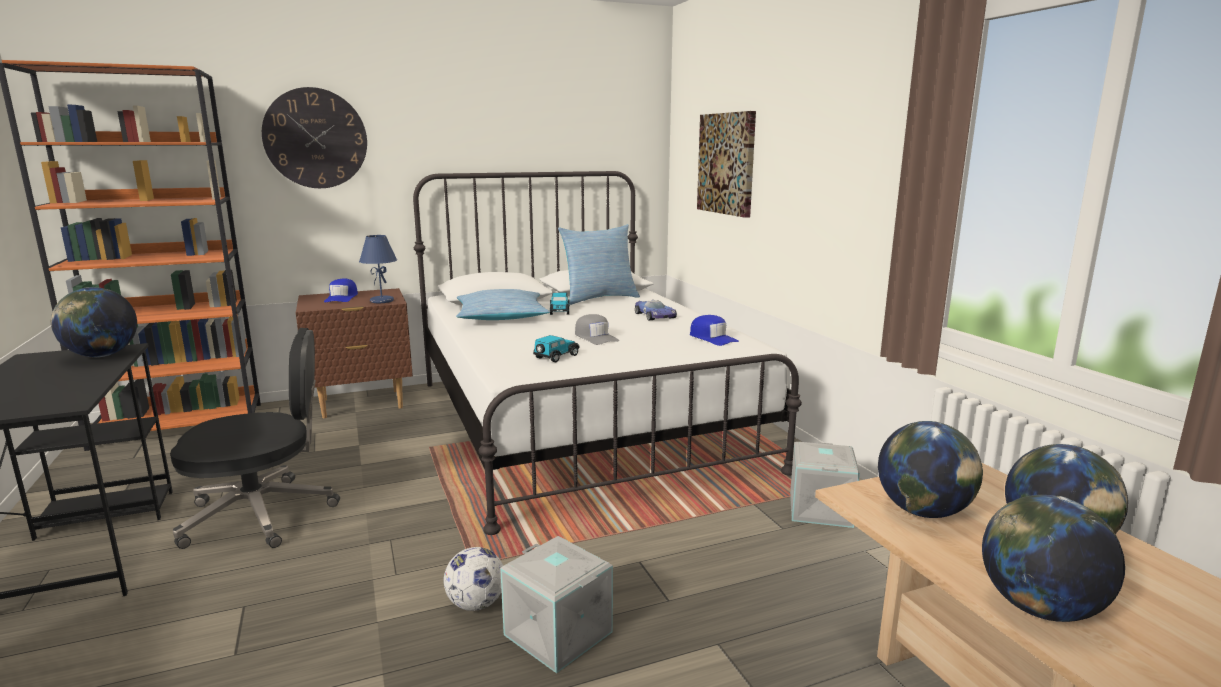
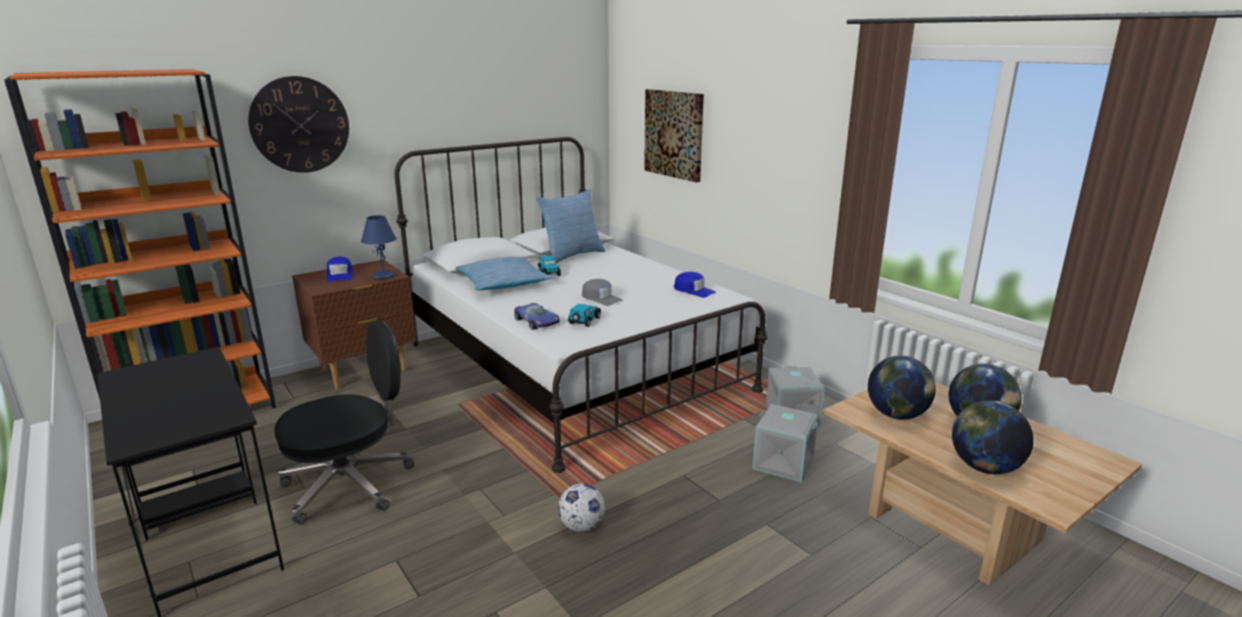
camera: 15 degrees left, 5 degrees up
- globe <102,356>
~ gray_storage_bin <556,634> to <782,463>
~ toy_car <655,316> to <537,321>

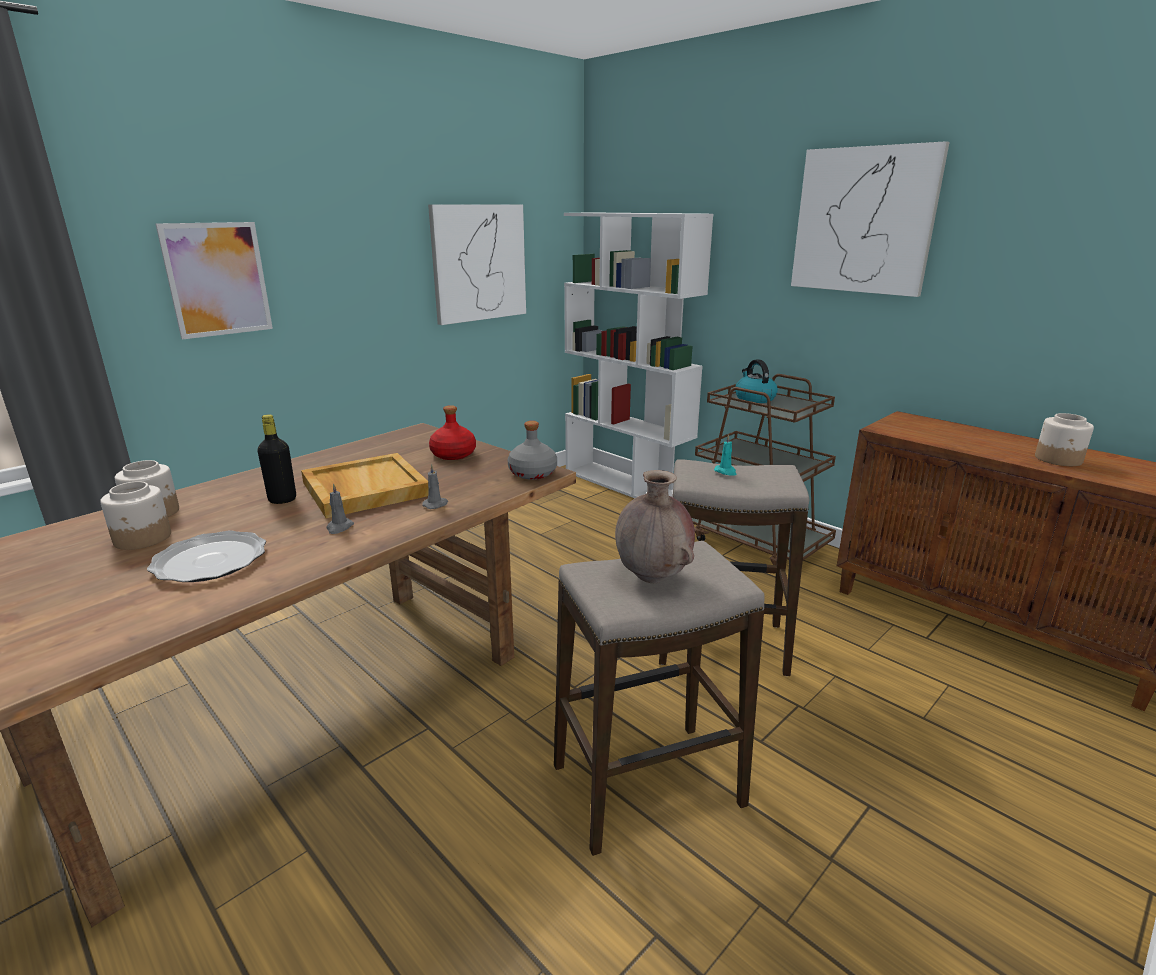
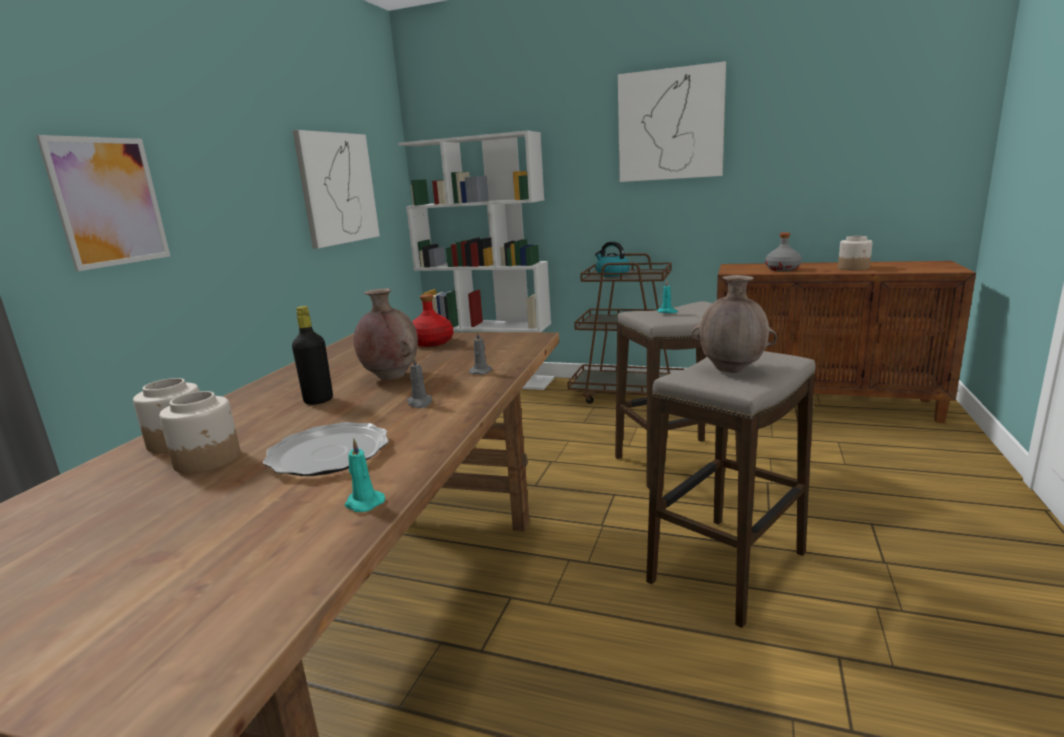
camera: 25 degrees left, 5 degrees down
~ sand-coloured_serving_tray <364,489> to brown_flower_vase <390,377>
~ gray_bottle <532,473> to <782,269>
+ blue-green_wax_candle <363,503>

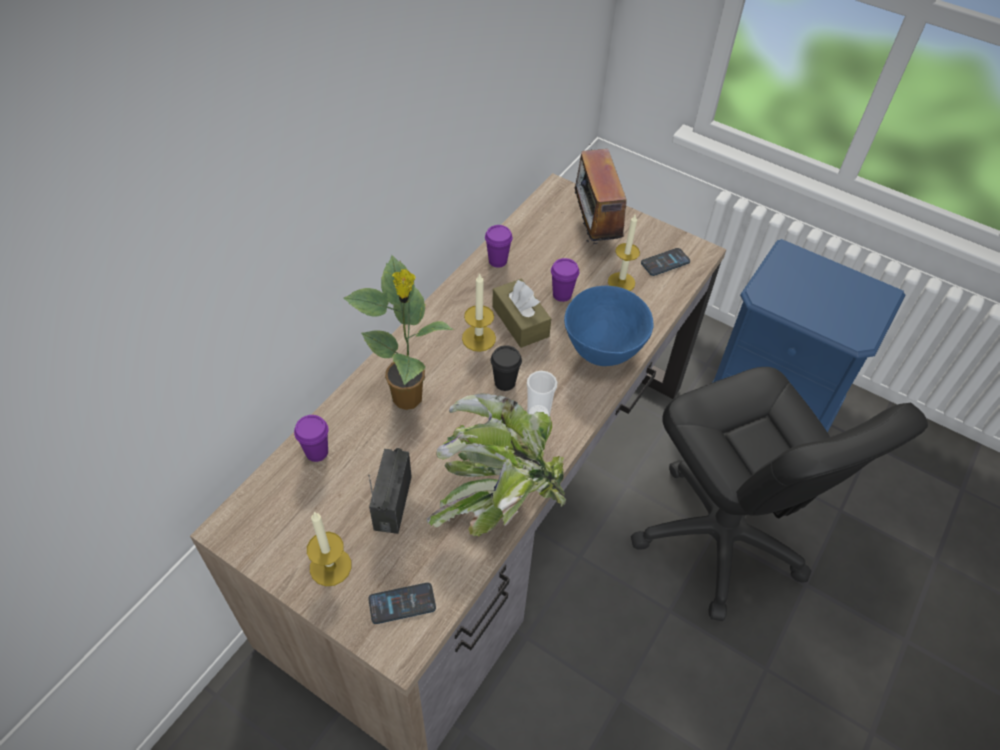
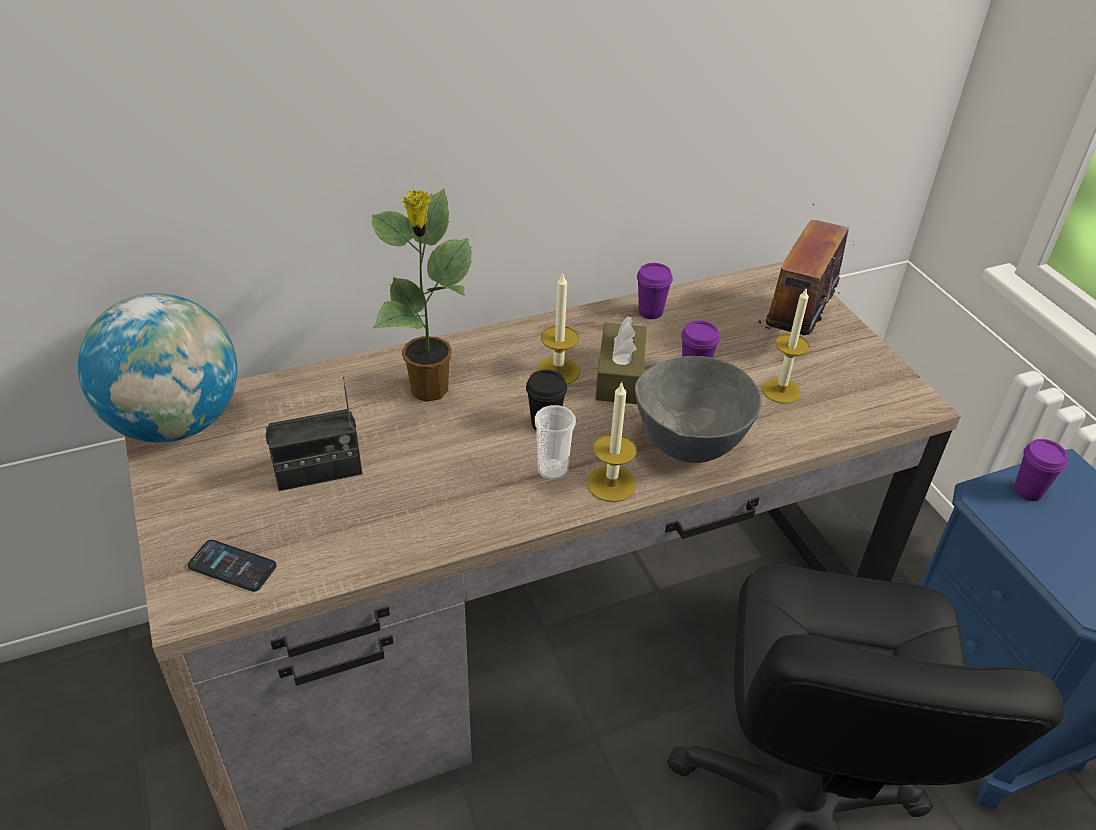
camera: 35 degrees right, 10 degrees down
~ purplish_drinking_cup <317,452> to <1028,491>
~ wax_candle <330,566> to <611,484>
~ radio_receiver <392,502> = <318,472> 150 degrees counterclockwise
- houseplant <499,498>
~ blue-coloured_serving_bowl <603,352> to gray_serving_bowl <690,448>
- phone <665,262>
+ globe <176,423>

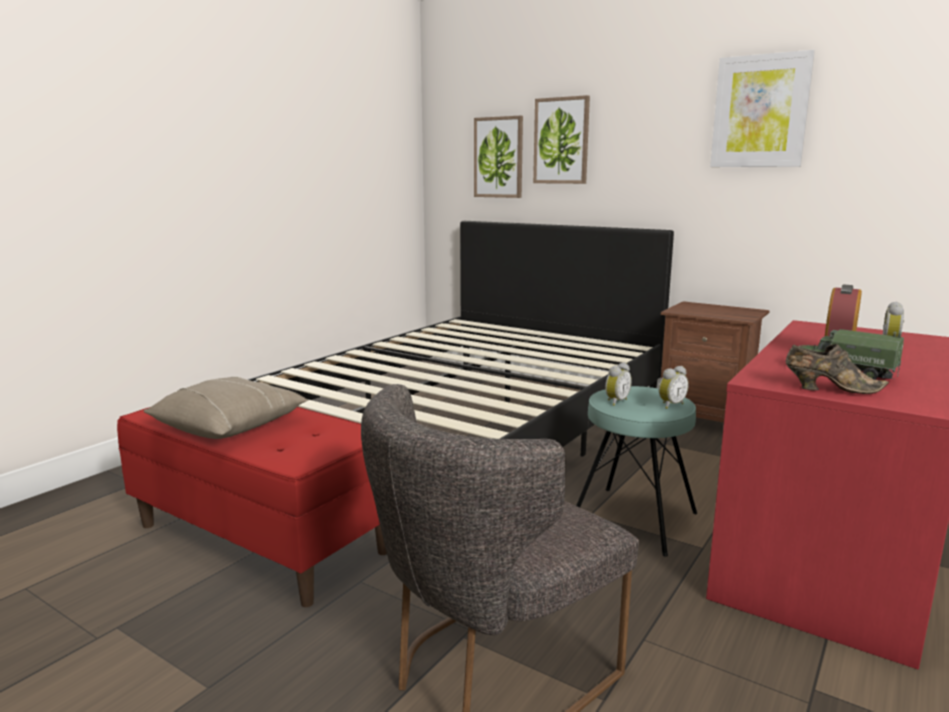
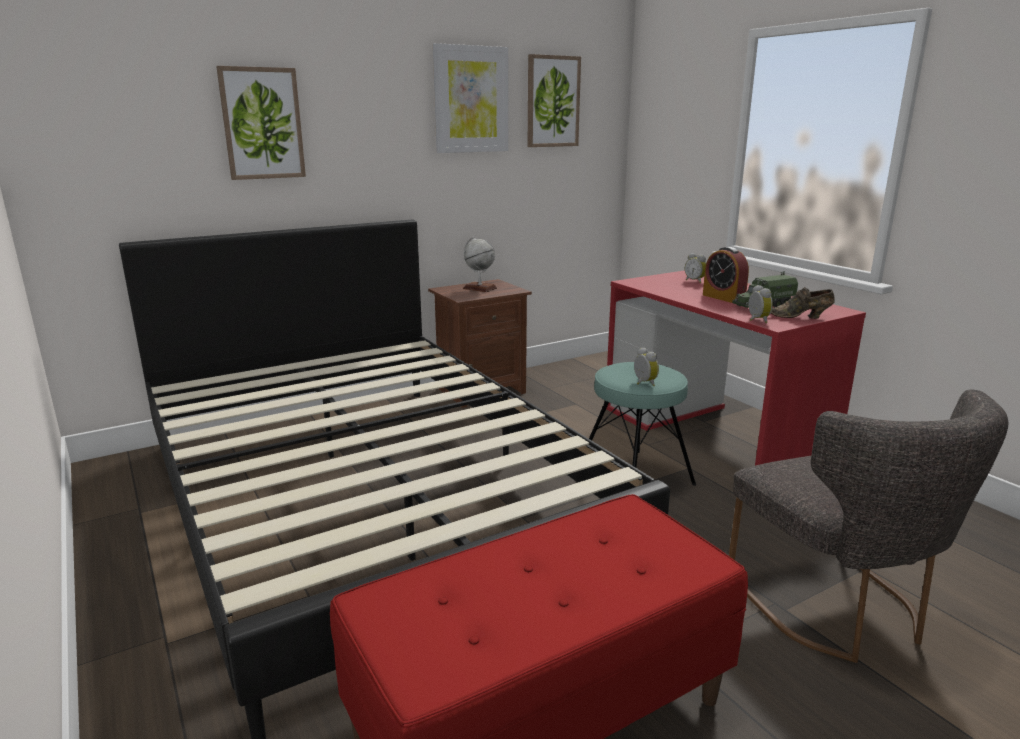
camera: 65 degrees left, 5 degrees up
- sand-coloured_throw_pillow <230,426>
~ wall_picture <498,157> to <552,102>
~ table_clock <670,405> to <756,320>
~ brown_low_shoe <829,389> = <801,317> 120 degrees counterclockwise
+ globe <479,288>

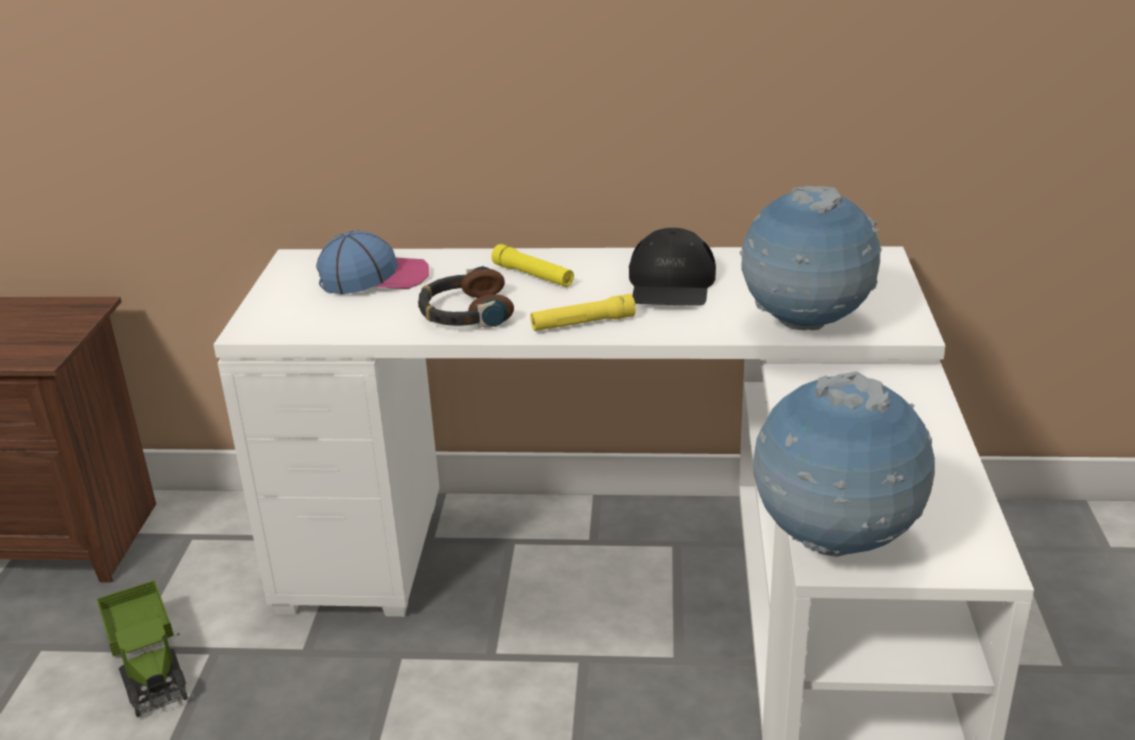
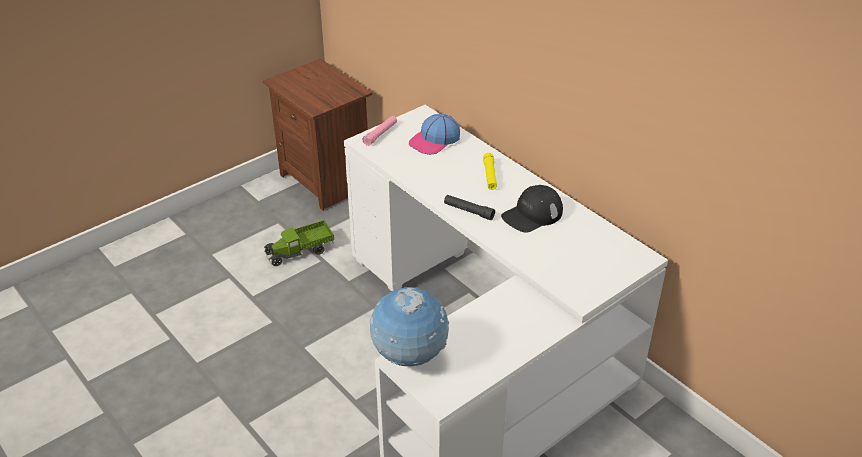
camera: 45 degrees right, 10 degrees up
~ toy_lorry <149,664> = <300,251> 45 degrees clockwise
~ cap <374,277> = <434,140> 105 degrees clockwise
- headphones <465,312>
~ yellowish_flashlight <582,323> to black-coloured_flashlight <468,211>
- globe <805,326>
+ pink_flashlight <380,134>

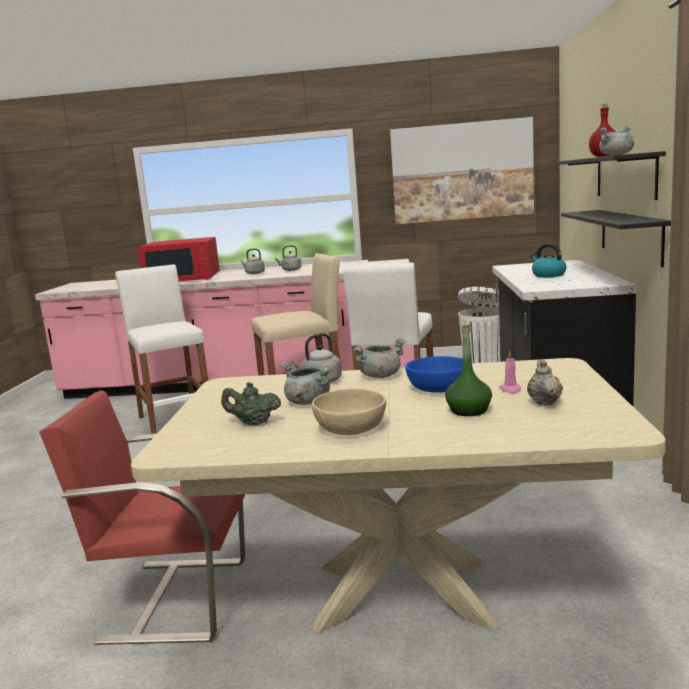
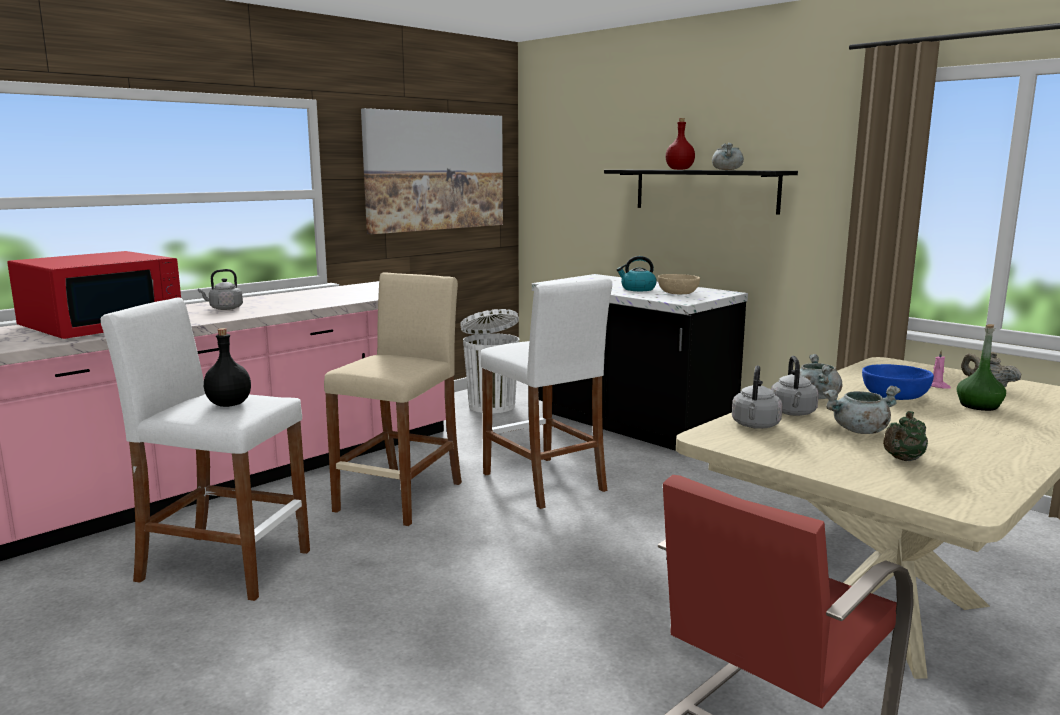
camera: 50 degrees left, 0 degrees up
~ gray_kettle <290,270> to <755,426>
~ sand-coloured_serving_bowl <351,428> to <678,293>
- black-coloured_bracket_shelf <630,235>
+ black-coloured_bottle <228,404>

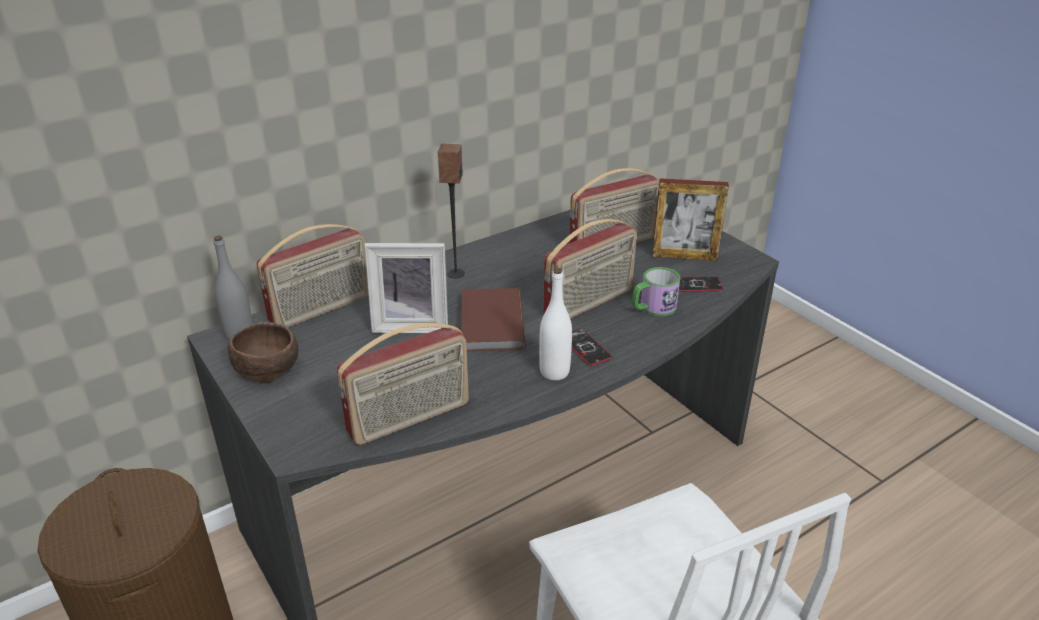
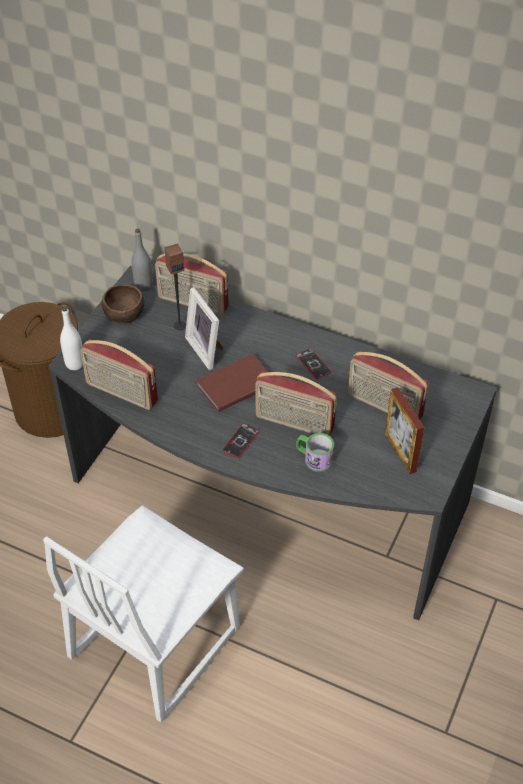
camera: 60 degrees right, 15 degrees up
~ audio_speaker <455,274> to <179,325>
~ whitish_bottle <554,372> to <75,364>
~ phone <695,285> to <313,364>

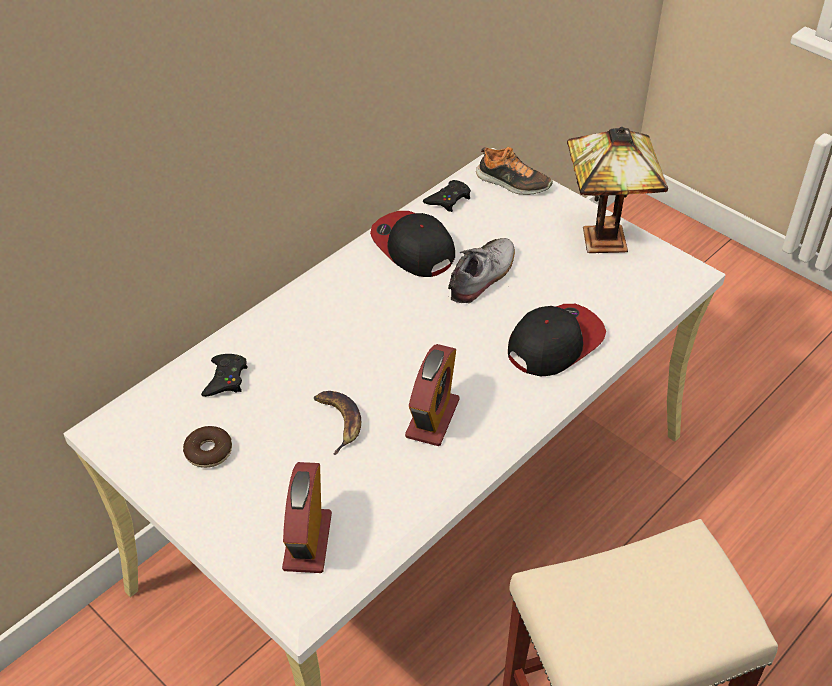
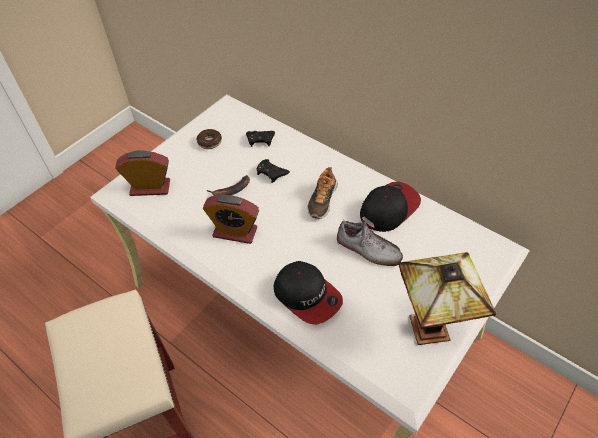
camera: 85 degrees right, 5 degrees up
~ black-coloured_game_controller <448,199> to <271,172>
~ low_shoe <512,183> to <322,200>

